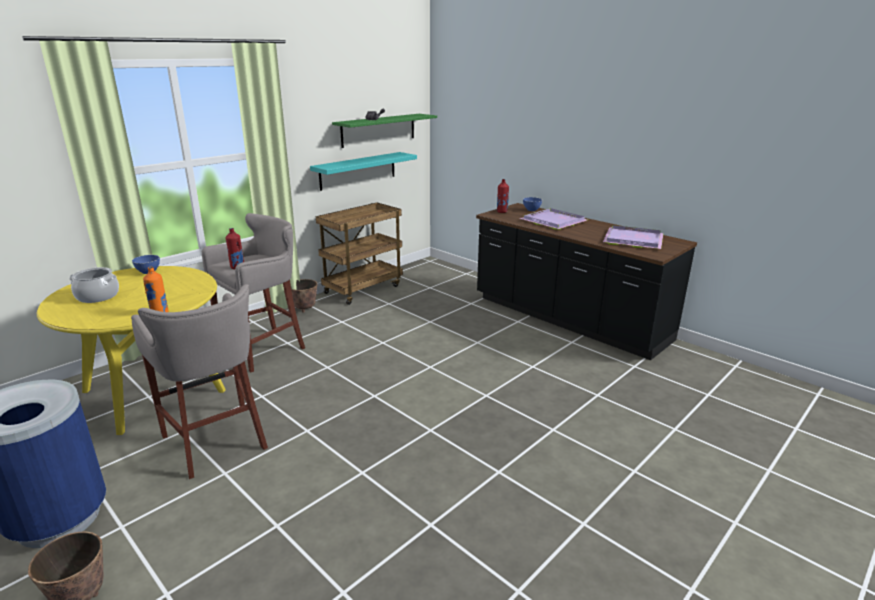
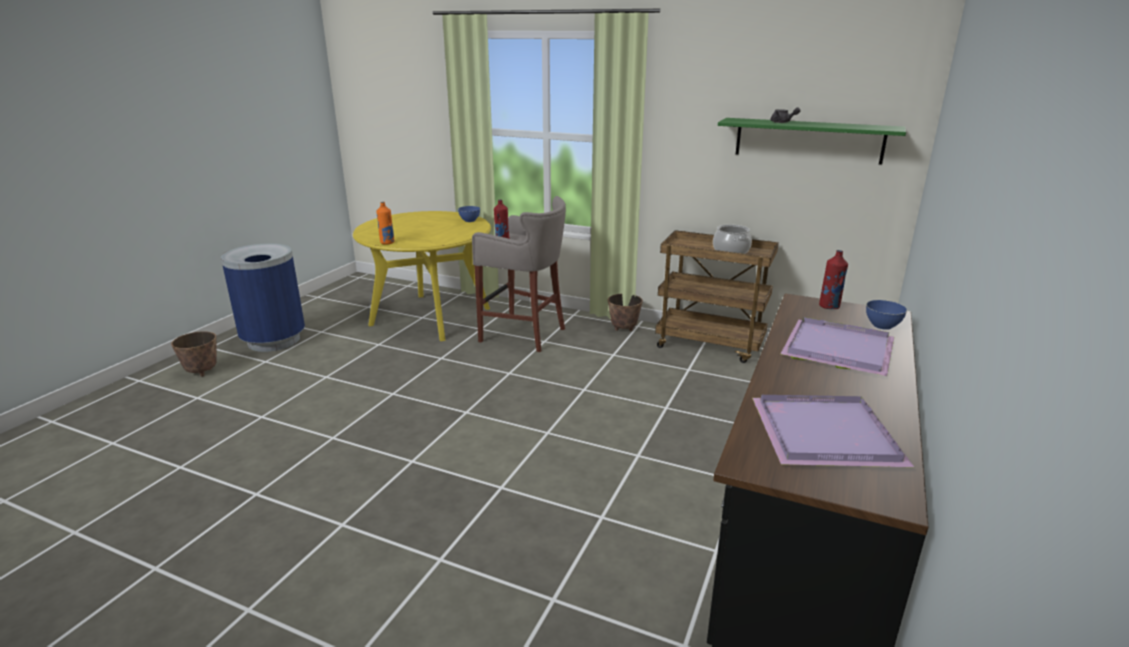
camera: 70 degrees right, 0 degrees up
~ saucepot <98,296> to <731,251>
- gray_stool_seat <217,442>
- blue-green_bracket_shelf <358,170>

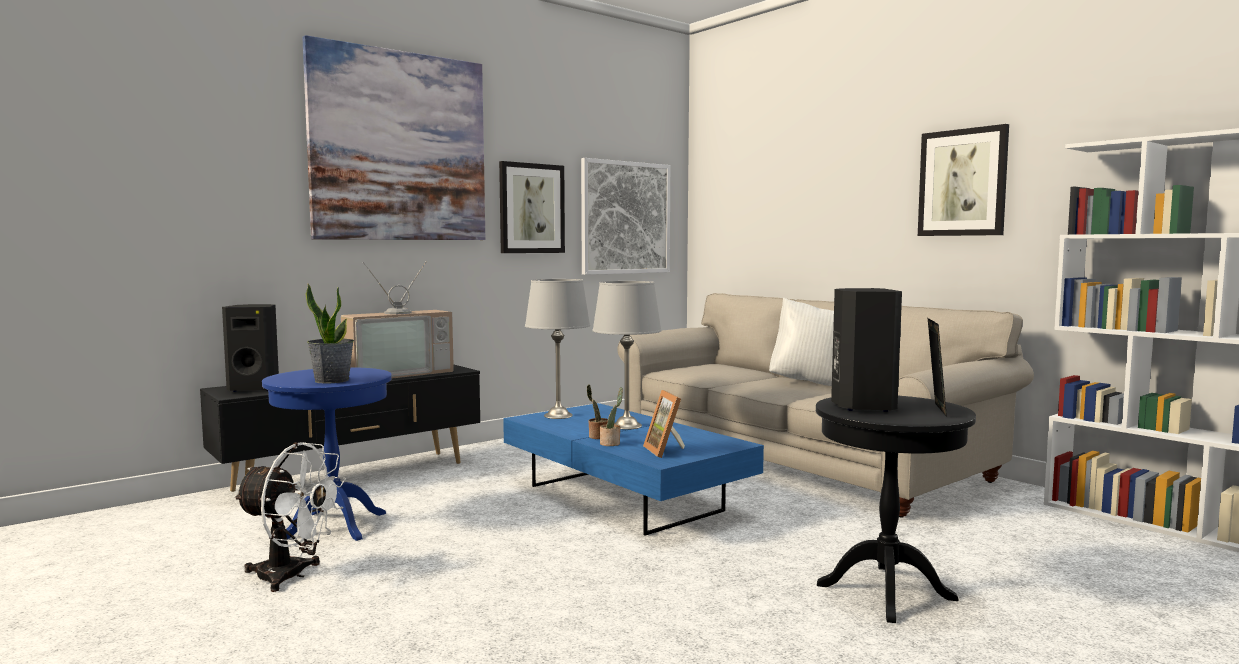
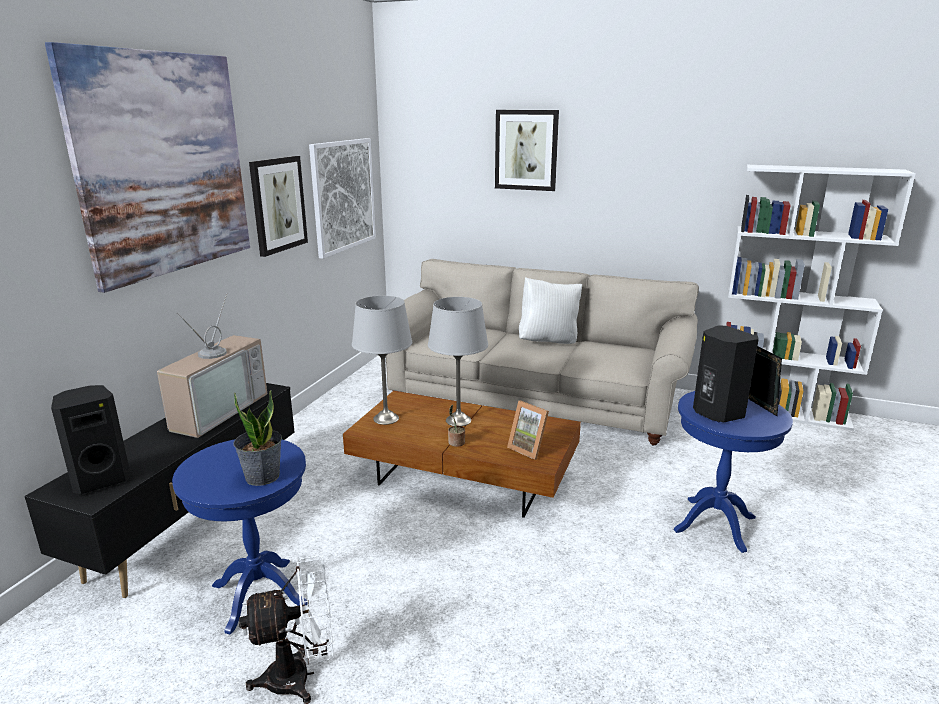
camera: 30 degrees left, 15 degrees up
~ blue-coloured_lounge_table <625,498> to brown_lounge_table <464,478>
- houseplant <611,443>
~ black-coloured_side_table <886,592> to blue-coloured_side_table <715,524>
~ wall_picture <962,182> to <526,150>

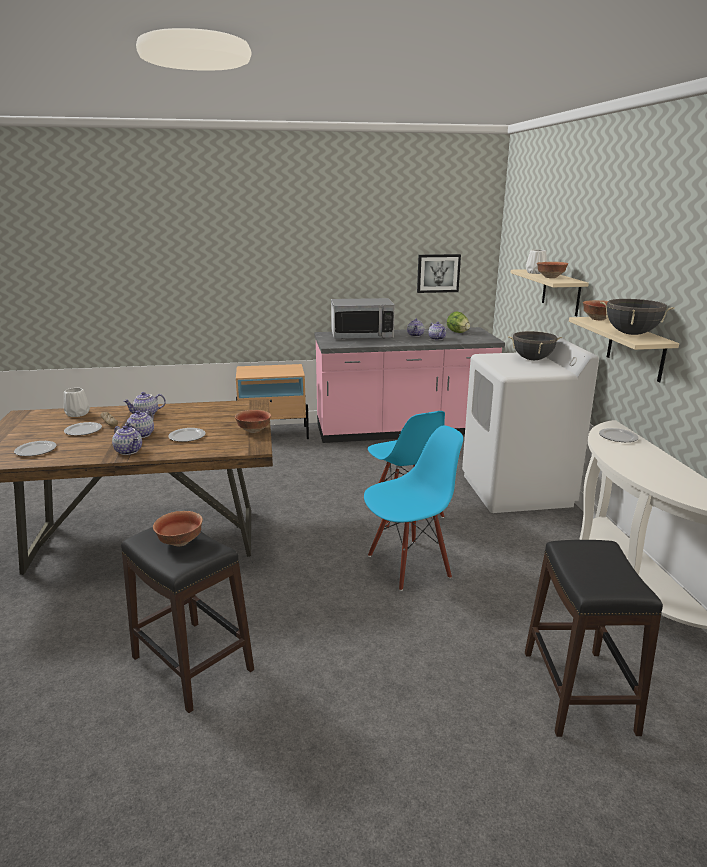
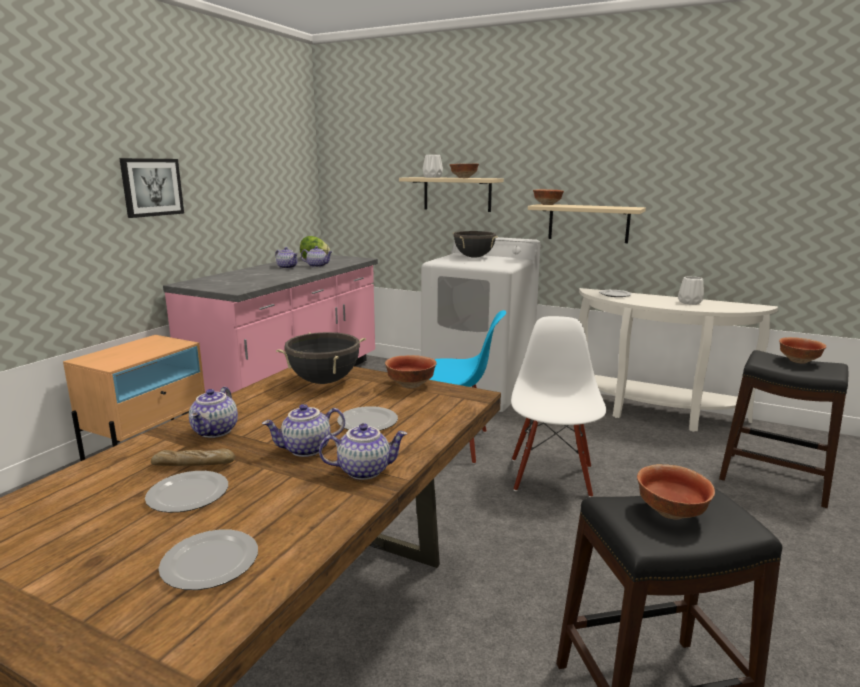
camera: 55 degrees left, 5 degrees down
~ whitish_flower_vase <77,414> to <690,302>
~ pot_for_tea <141,435> = <306,450> 105 degrees clockwise
- microwave <362,336>
~ blue-coloured_plain_chair <408,565> to whitish_plain_chair <551,477>
~ wall_picture <438,273> to <151,187>
~ black-coloured_saucepot <631,334> to <324,381>
+ serving_bowl <799,361>

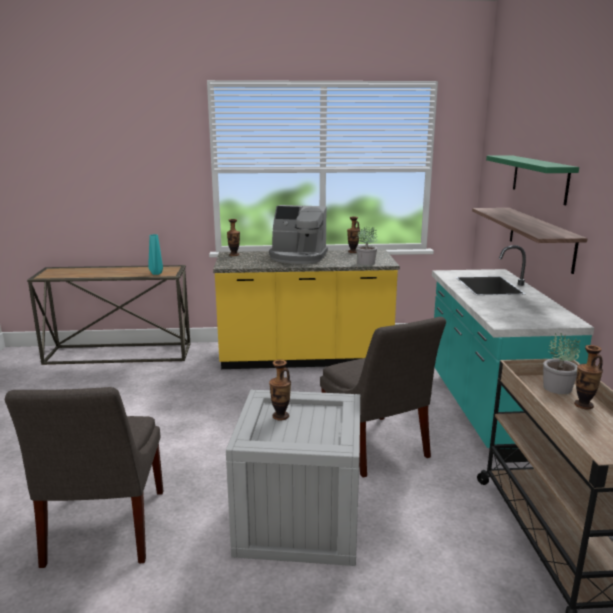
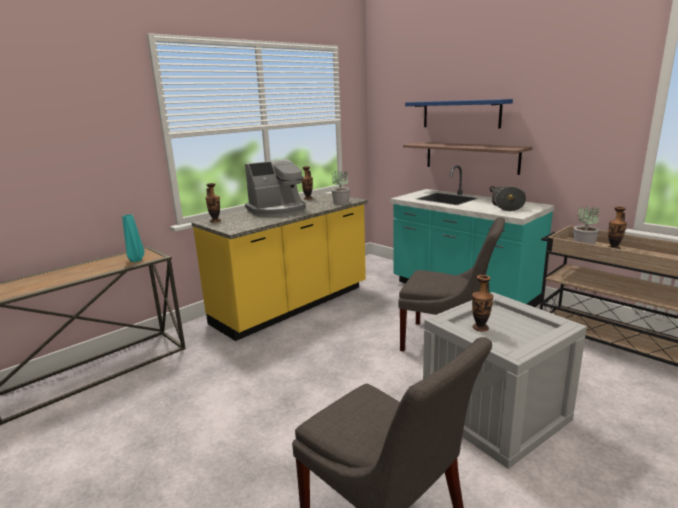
camera: 40 degrees left, 0 degrees up
~ green-coloured_bracket_shelf <539,178> to blue-coloured_bracket_shelf <460,114>
+ saucepot <506,206>

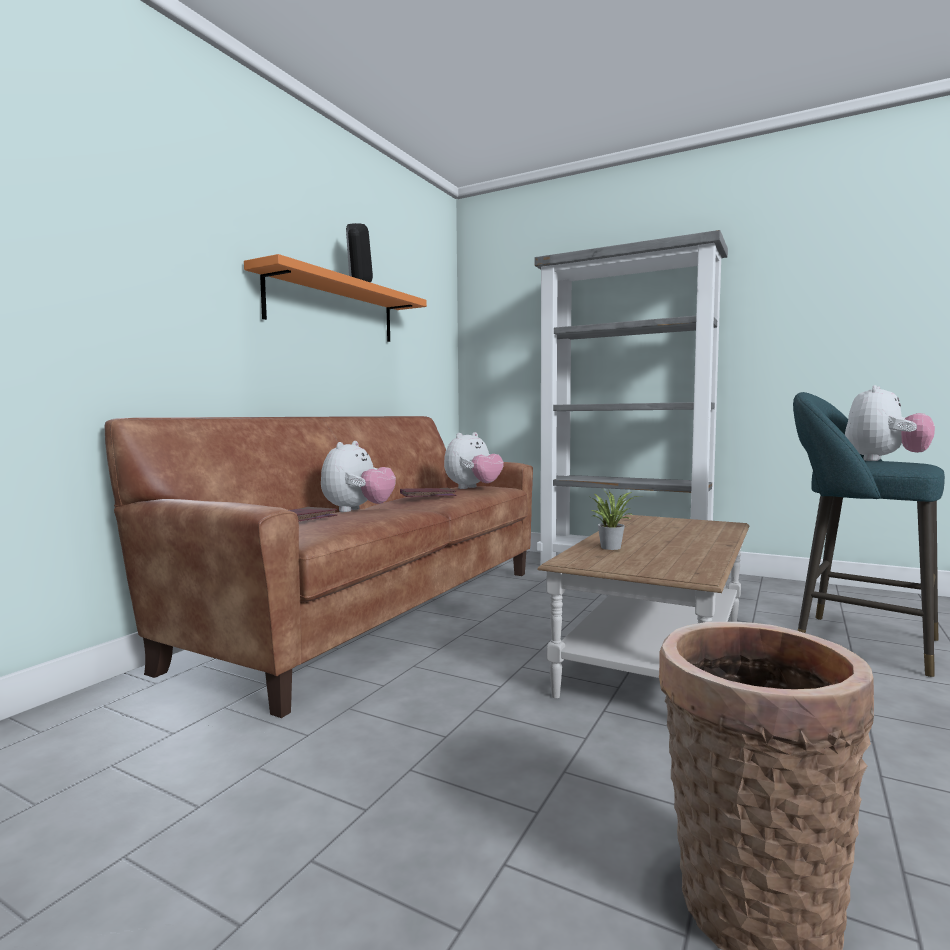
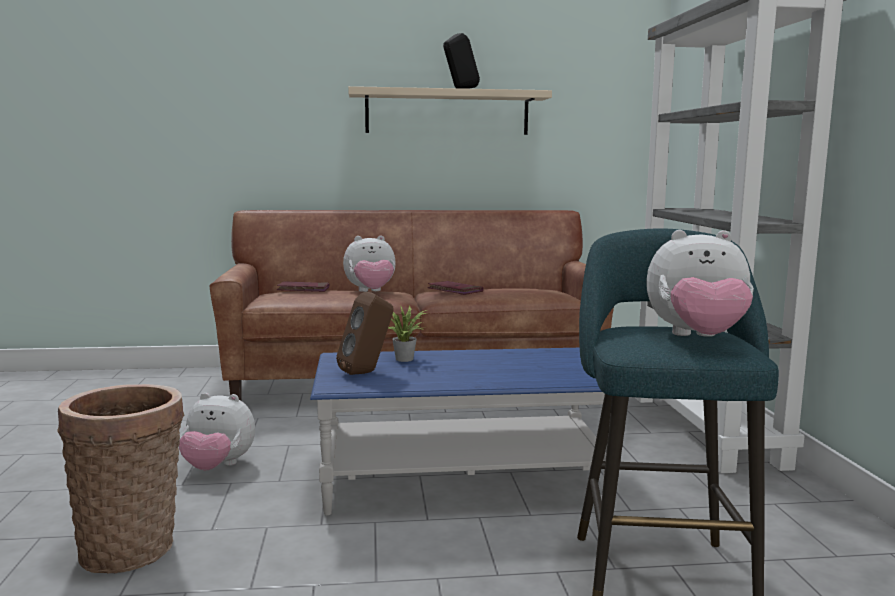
camera: 55 degrees right, 5 degrees up
~ orangey_bracket_shelf <333,308> to sand-coloured_bracket_shelf <447,112>
~ plush_toy <473,488> to <218,467>
~ brown_lounge_table <657,654> to blue-coloured_lounge_table <462,480>
+ brown_audio_speaker <367,372>

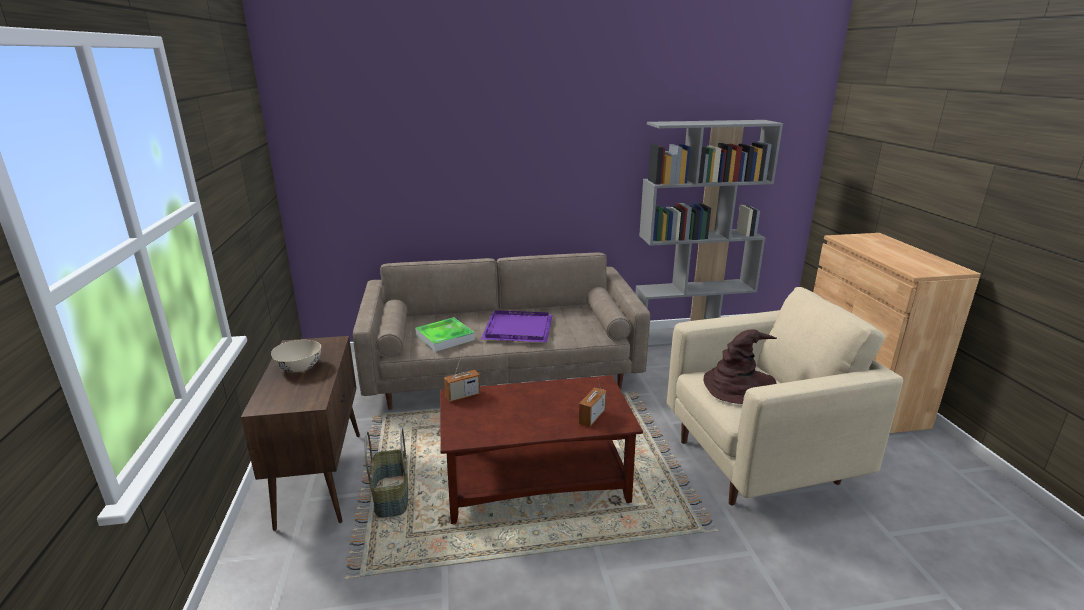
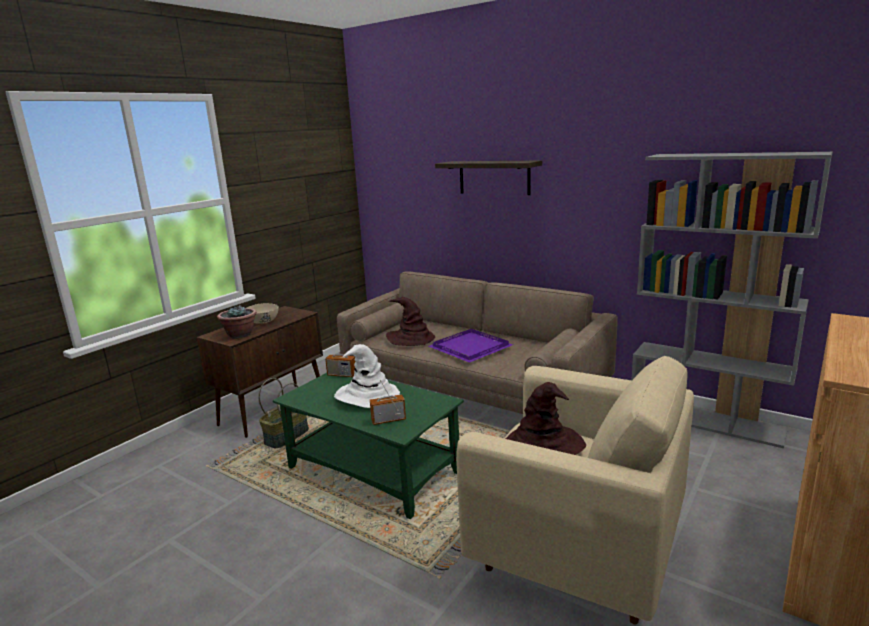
camera: 45 degrees right, 5 degrees down
~ serving_tray <445,337> to brown_hat <411,339>
~ brown_lounge_table <537,481> to green-coloured_lounge_table <374,470>
+ houseplant <240,335>
+ whitish_hat <366,396>
+ bracket_shelf <494,177>

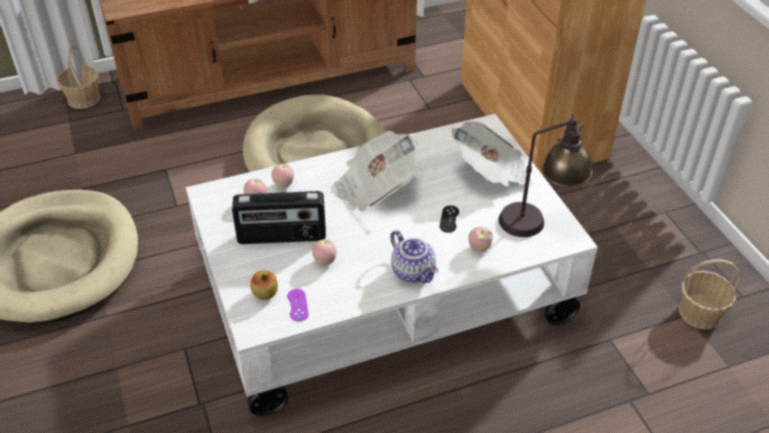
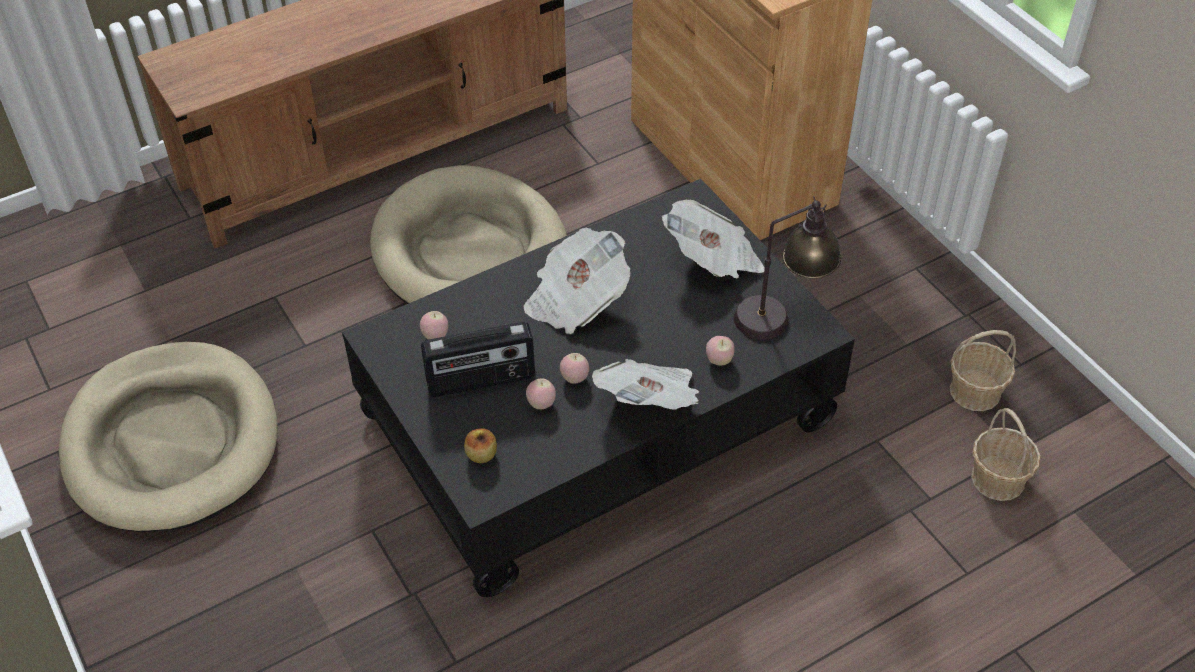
camera: 10 degrees left, 5 degrees up
~ household_basket <83,99> to <997,479>
~ whitish_lounge_table <384,289> to black-coloured_lounge_table <597,418>
~ whole_apple <283,184> to <575,378>
- purplish_game_controller <297,305>
~ pot_for_tea <414,272> to newspaper <650,402>
- black-coloured_game_controller <449,219>

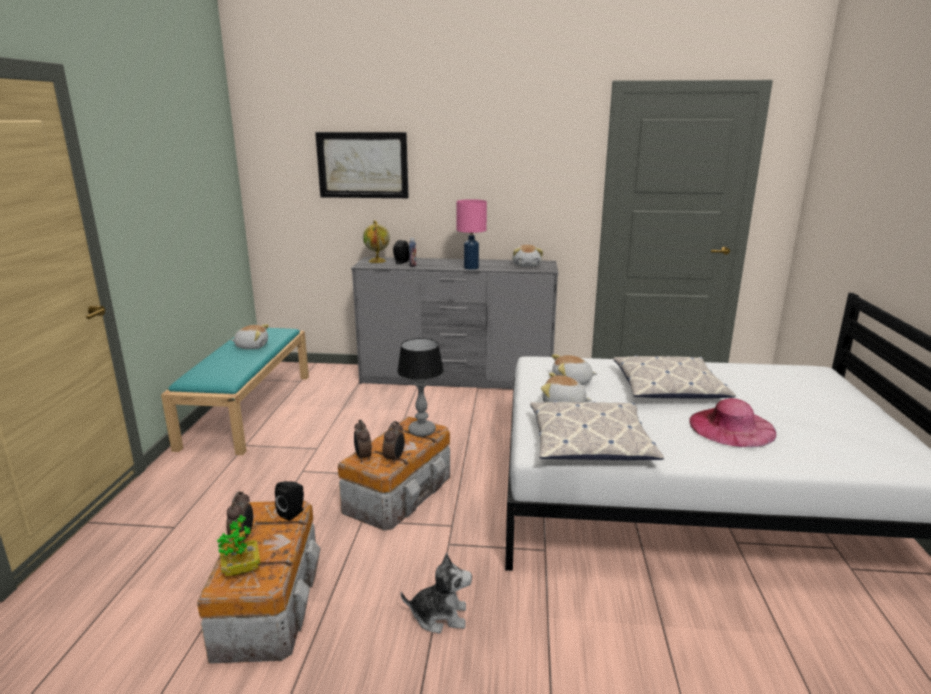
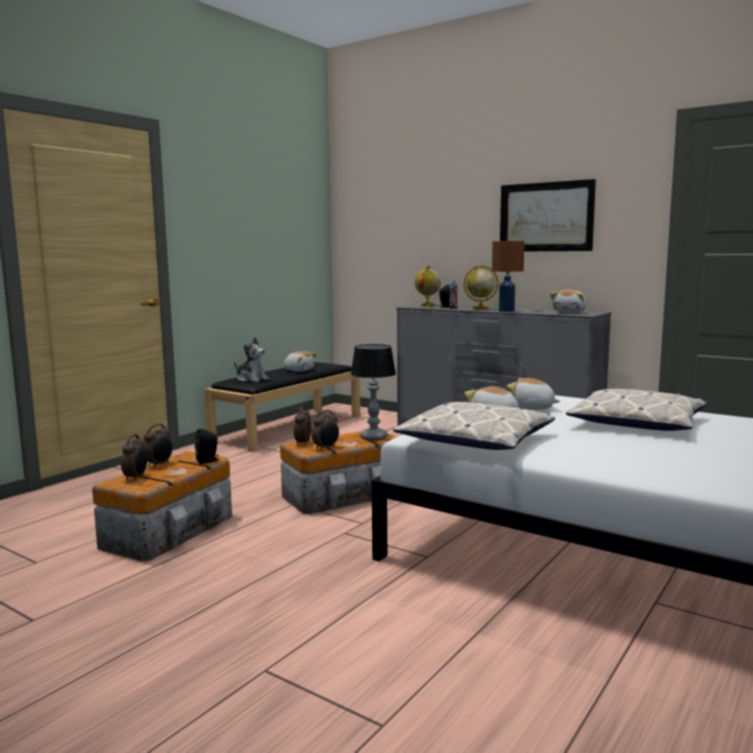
camera: 30 degrees right, 10 degrees down
~ blue-green_bench <248,409> to black-coloured_bench <289,428>
~ houseplant <241,568> to table_clock <136,478>
~ wall_picture <363,165> to <546,217>
~ plush_toy <439,616> to <251,379>
~ pink_tabletop_lamp <471,268> to brown_tabletop_lamp <507,311>
- pink_hat <731,427>
+ globe <480,308>

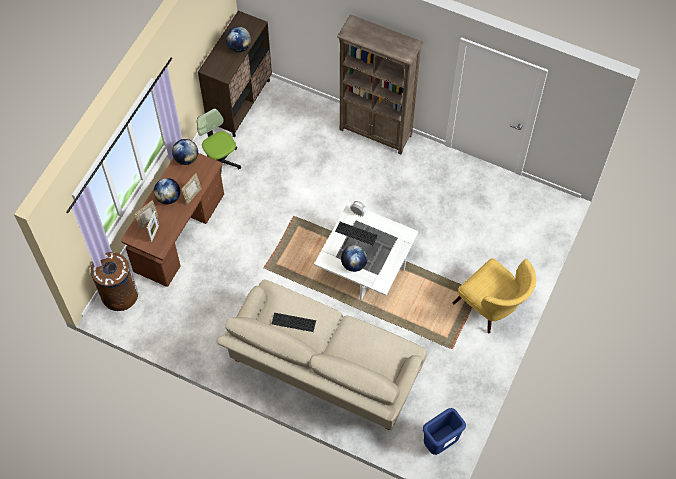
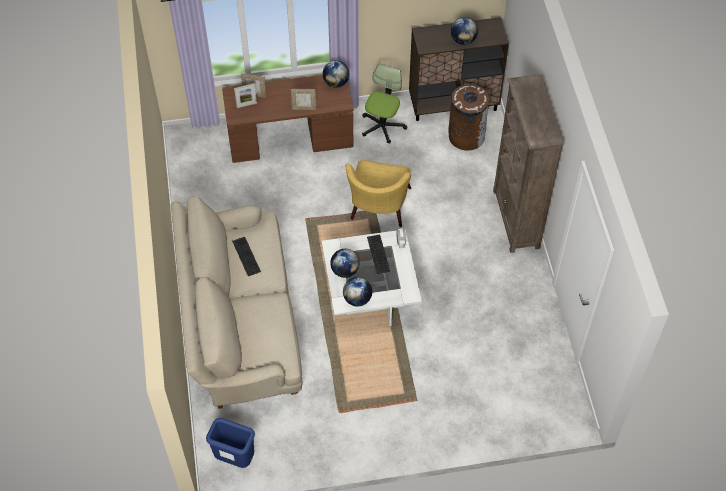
camera: 55 degrees right, 5 degrees down
~ brown_rubbish_bin <119,295> to <466,136>
~ globe <168,197> to <357,299>
~ yellowish_lounge_chair <493,307> to <378,209>

